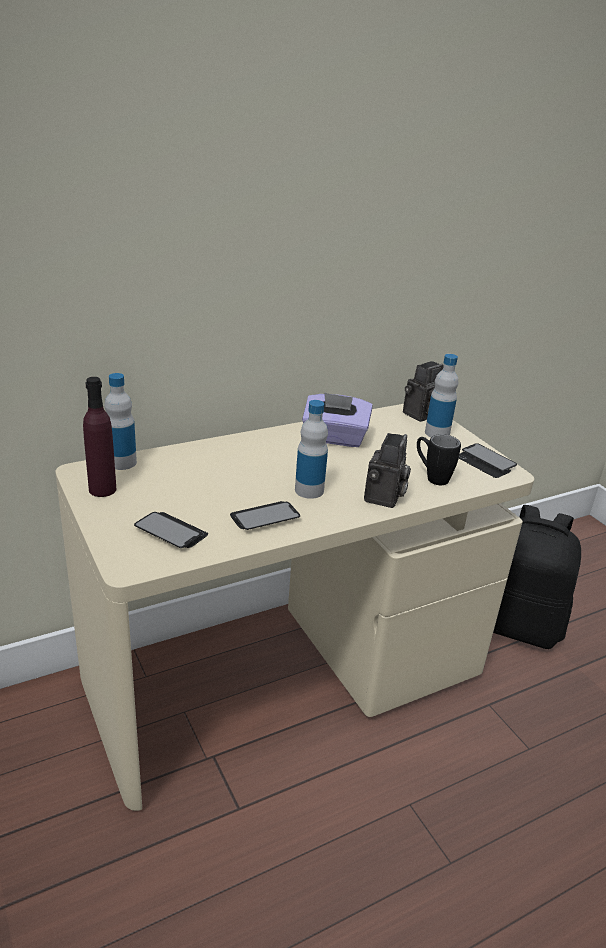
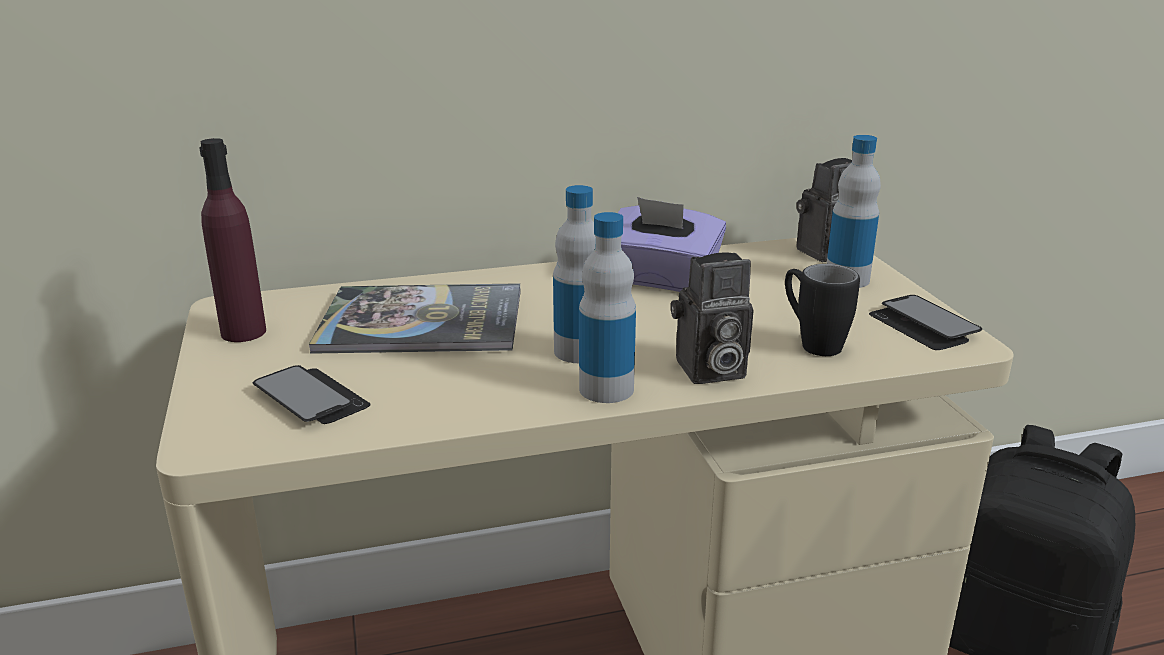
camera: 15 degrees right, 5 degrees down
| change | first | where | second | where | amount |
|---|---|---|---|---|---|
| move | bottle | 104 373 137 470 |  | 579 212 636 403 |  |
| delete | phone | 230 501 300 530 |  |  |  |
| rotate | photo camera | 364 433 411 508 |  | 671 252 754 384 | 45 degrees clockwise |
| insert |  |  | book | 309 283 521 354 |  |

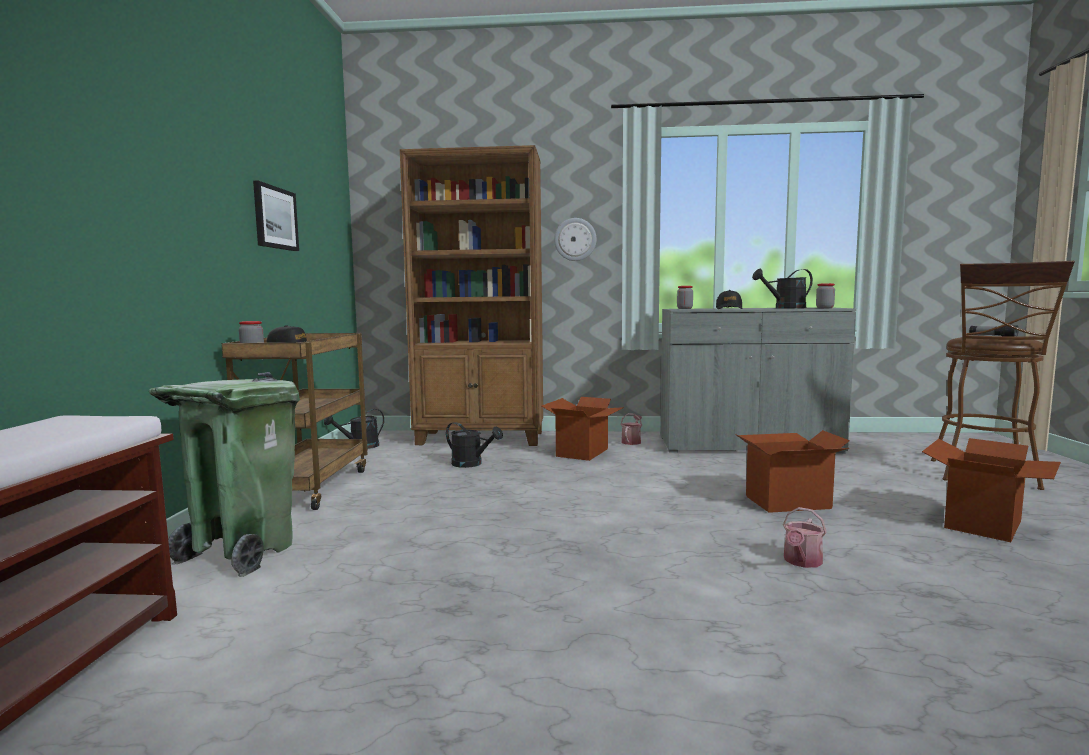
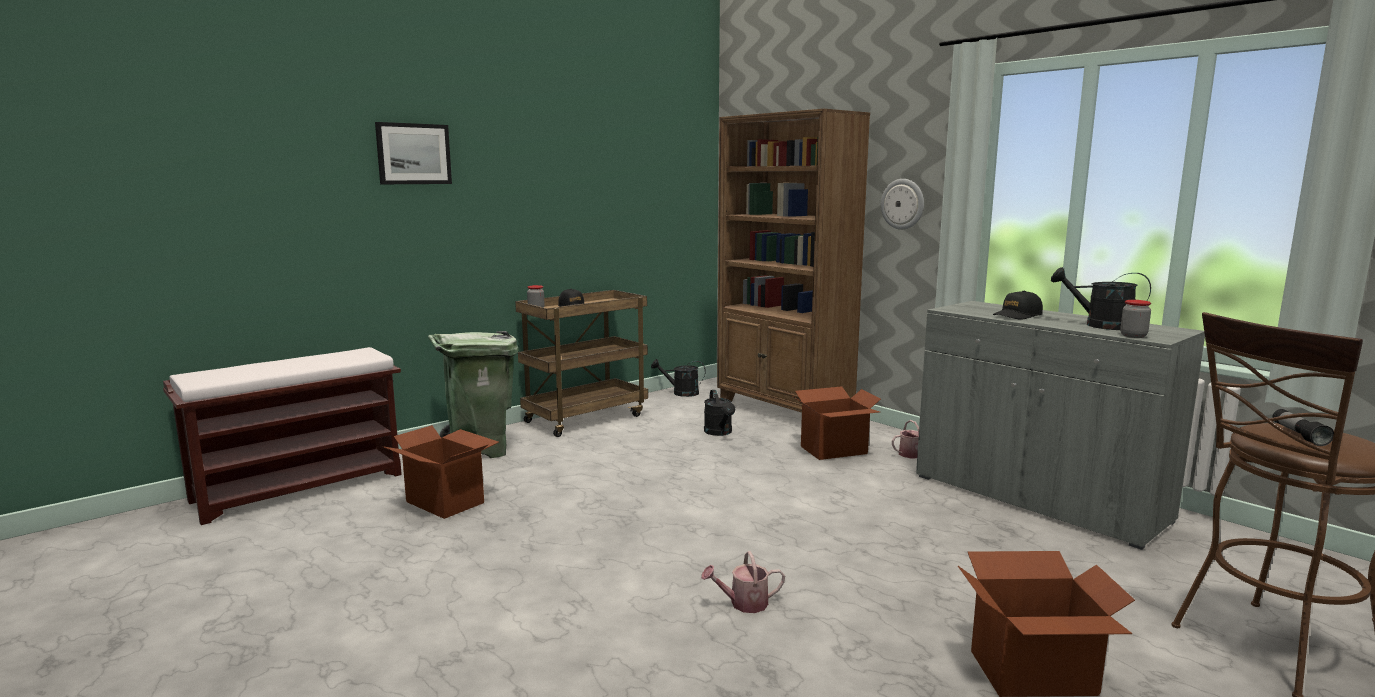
camera: 45 degrees right, 5 degrees up
| change | first | where | second | where | amount |
|---|---|---|---|---|---|
| move | picture | 253 181 299 251 |  | 375 122 452 184 |  |
| delete | jar | 677 286 693 309 |  |  |  |
| move | cardboard box | 735 430 850 513 |  | 382 425 499 519 |  |

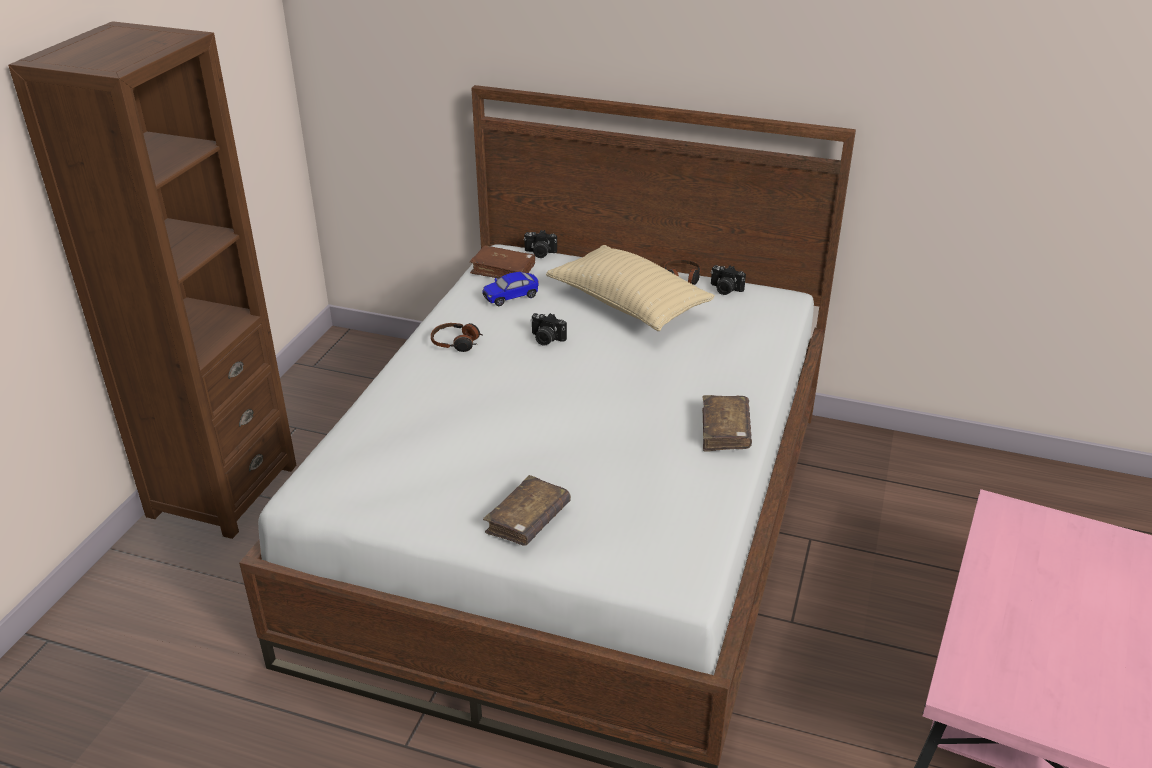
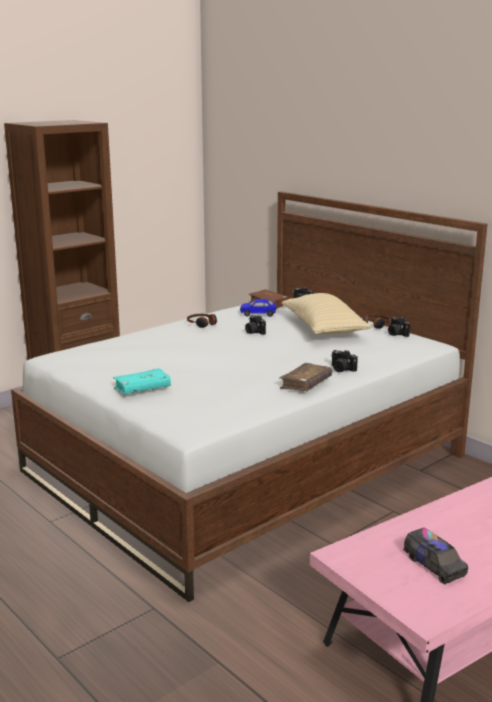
camera: 30 degrees right, 15 degrees down
| change | first | where | second | where | amount |
|---|---|---|---|---|---|
| recolor | book in brown | 483 475 571 546 | book in turquoise | 113 368 171 394 |  |
| insert |  |  | photo camera | 331 350 358 372 |  |
| insert |  |  | toy truck | 403 528 468 584 |  |

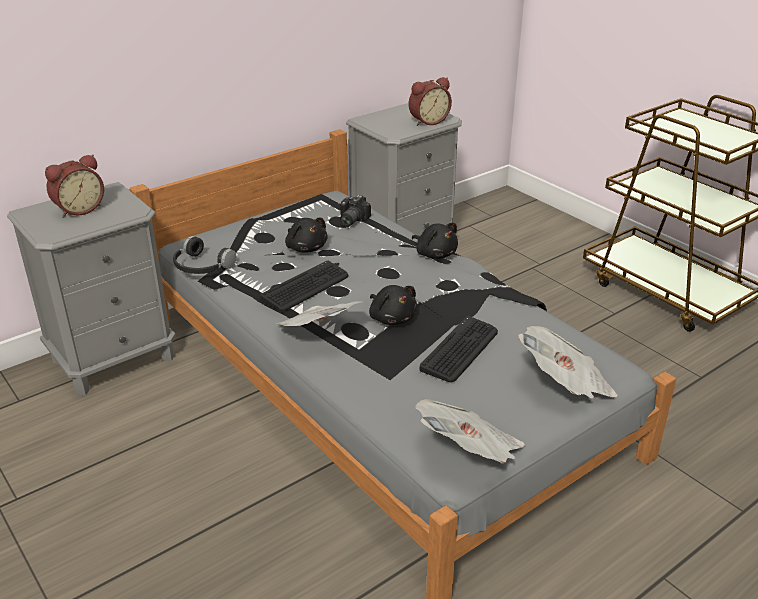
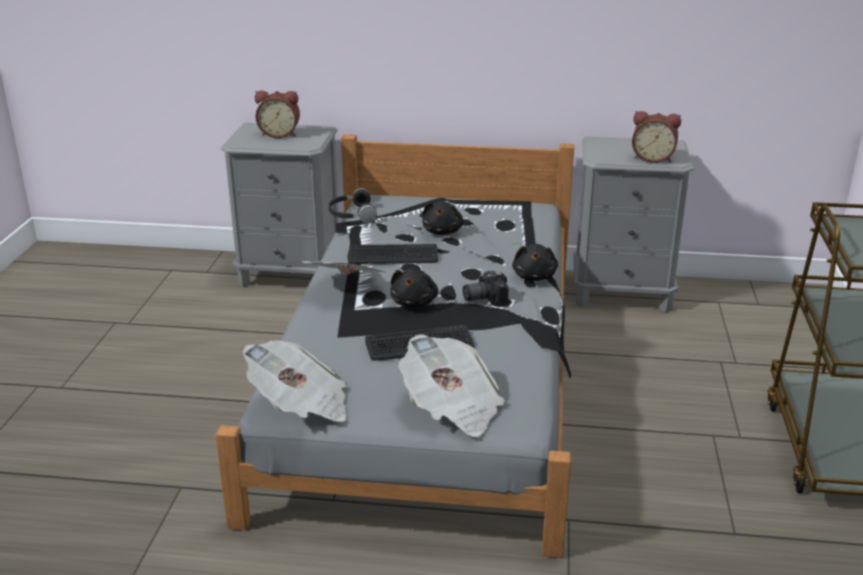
camera: 45 degrees right, 5 degrees down
| change | first | where | second | where | amount |
|---|---|---|---|---|---|
| move | photo camera | 340 195 371 227 |  | 463 271 508 303 |  |

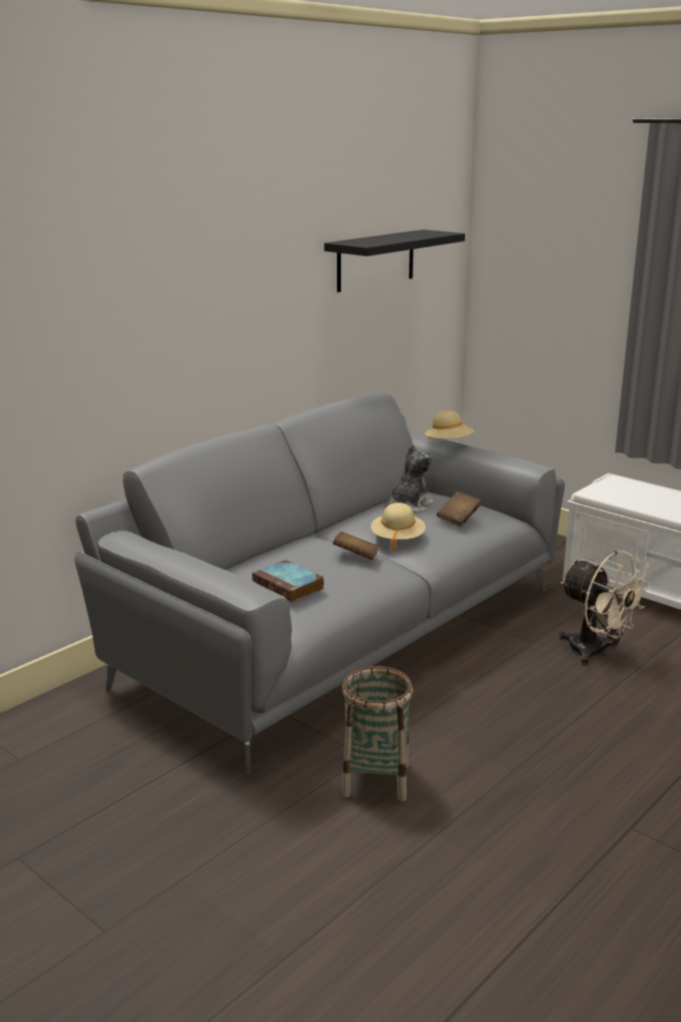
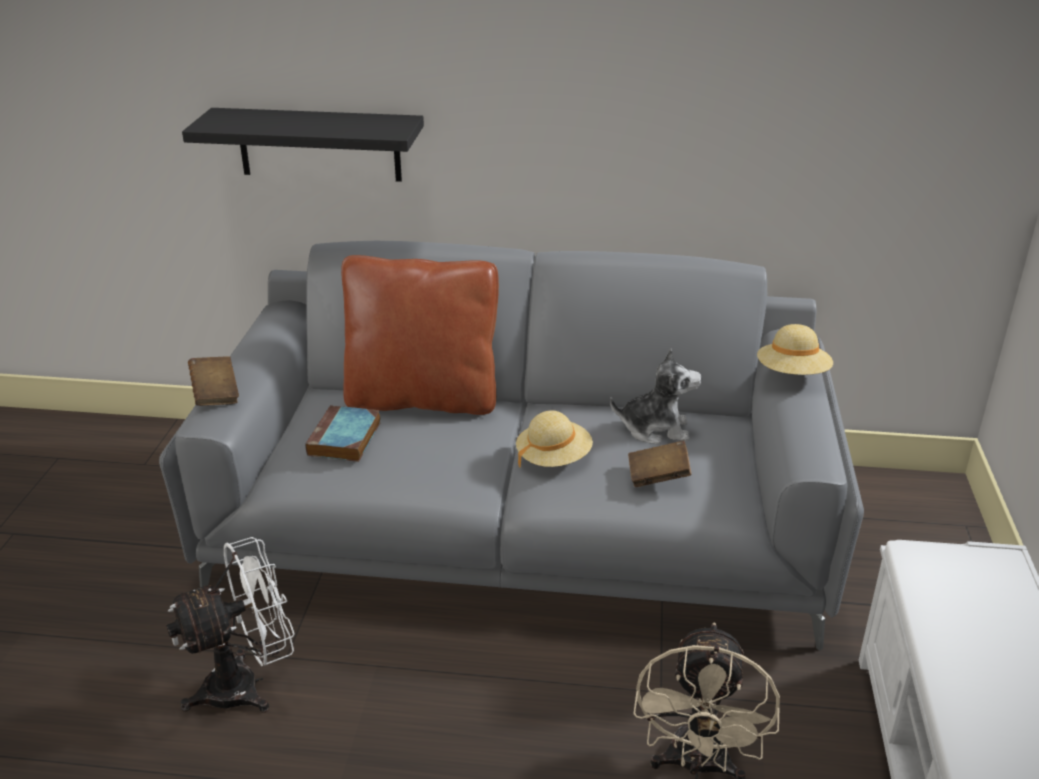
camera: 55 degrees right, 10 degrees up
| change | first | where | second | where | amount |
|---|---|---|---|---|---|
| move | shelf in black | 324 230 465 292 |  | 182 108 424 182 |  |
| move | book in brown | 333 531 380 560 |  | 188 356 239 406 |  |
| replace | basket | 341 666 413 801 | fan in white | 166 537 295 713 |  |
| insert |  |  | pillow in brown | 341 255 499 415 |  |

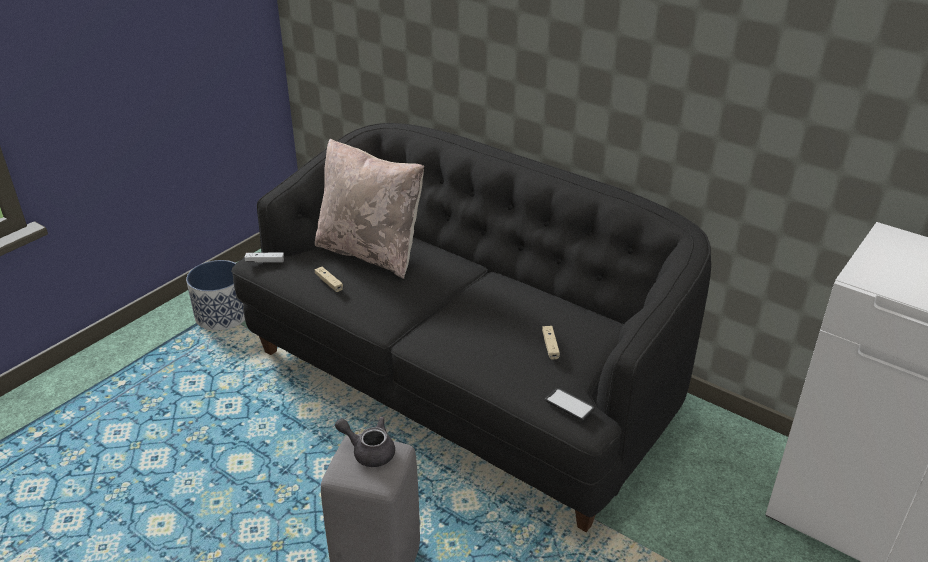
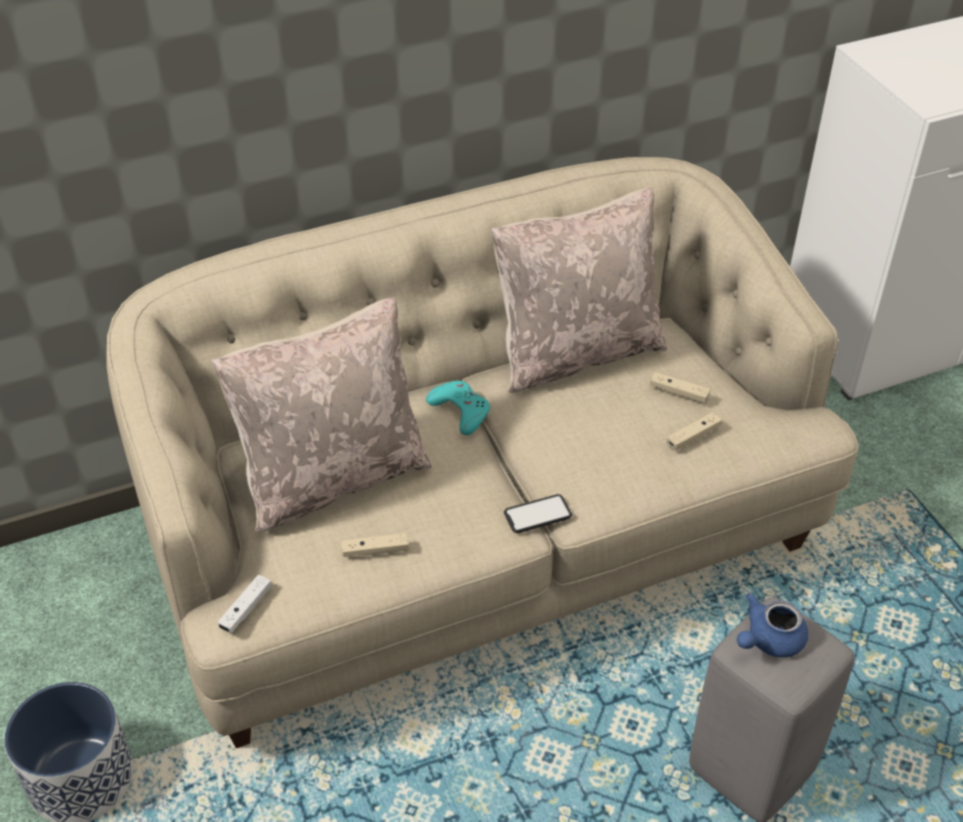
camera: 60 degrees left, 10 degrees up
| change | first | where | second | where | amount |
|---|---|---|---|---|---|
| recolor | sofa in black | 231 123 711 532 | sofa in beige | 106 157 859 748 |  |
| recolor | teapot in grey | 335 417 395 467 | teapot in blue | 737 593 808 658 |  |
| move | phone | 545 388 595 420 |  | 504 494 572 533 |  |
| insert |  |  | game controller in turquoise | 426 381 490 435 |  |
| insert |  |  | pillow in beige | 491 188 667 393 |  |
| insert |  |  | game controller in beige | 667 412 722 451 |  |

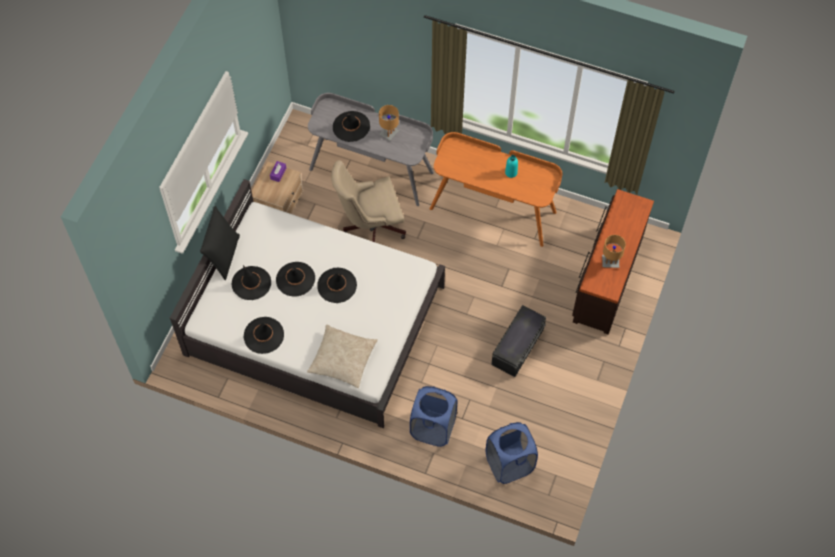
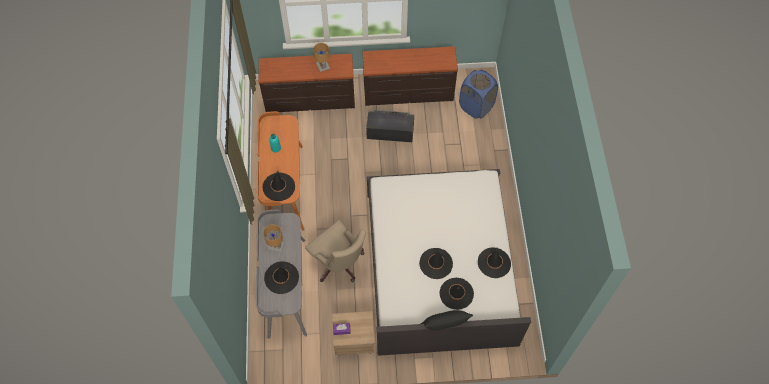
camera: 115 degrees left, 0 degrees up
| change | first | where | second | where | amount |
|---|---|---|---|---|---|
| delete | pillow in beige | 307 325 378 388 |  |  |  |
| move | hat in black | 317 267 357 303 |  | 263 170 295 201 |  |
| delete | laundry basket in blue | 410 386 457 447 |  |  |  |
| insert |  |  | dresser in brown | 362 46 458 106 |  |

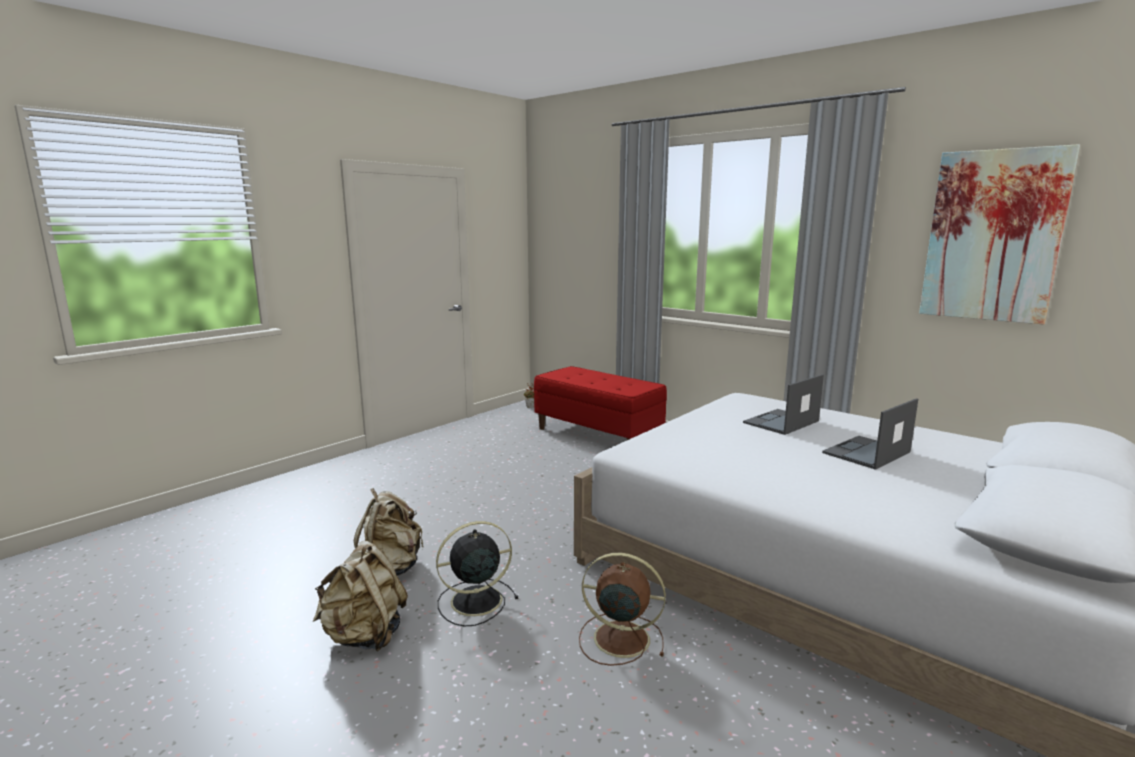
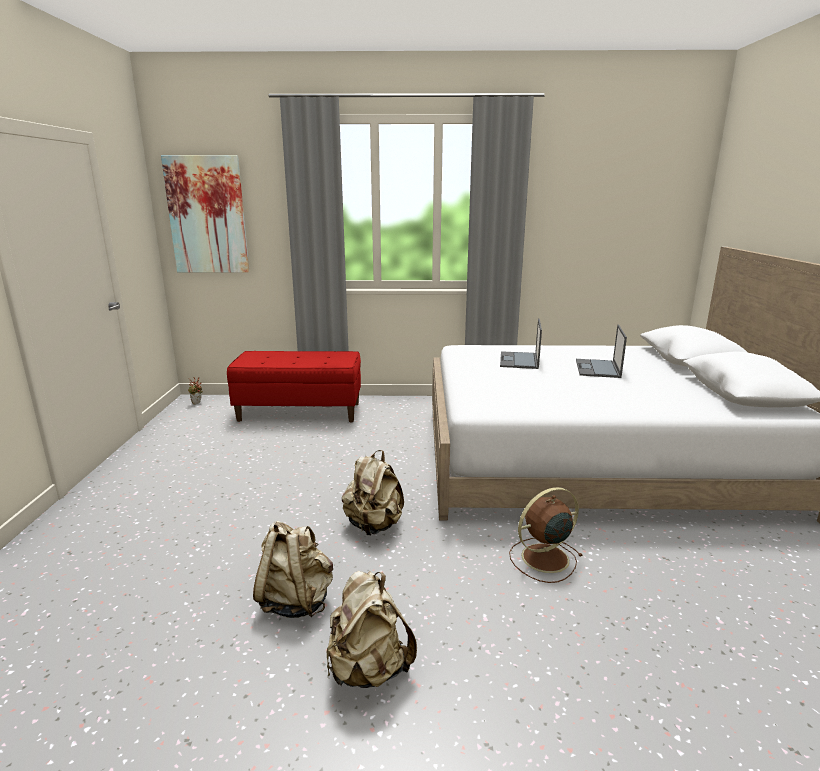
camera: 40 degrees left, 5 degrees up
| change | first | where | second | where | amount |
|---|---|---|---|---|---|
| delete | fan in black | 436 521 519 627 |  |  |  |
| move | picture | 919 144 1080 325 |  | 161 155 249 273 |  |
| insert |  |  | backpack in beige | 342 450 404 535 |  |

